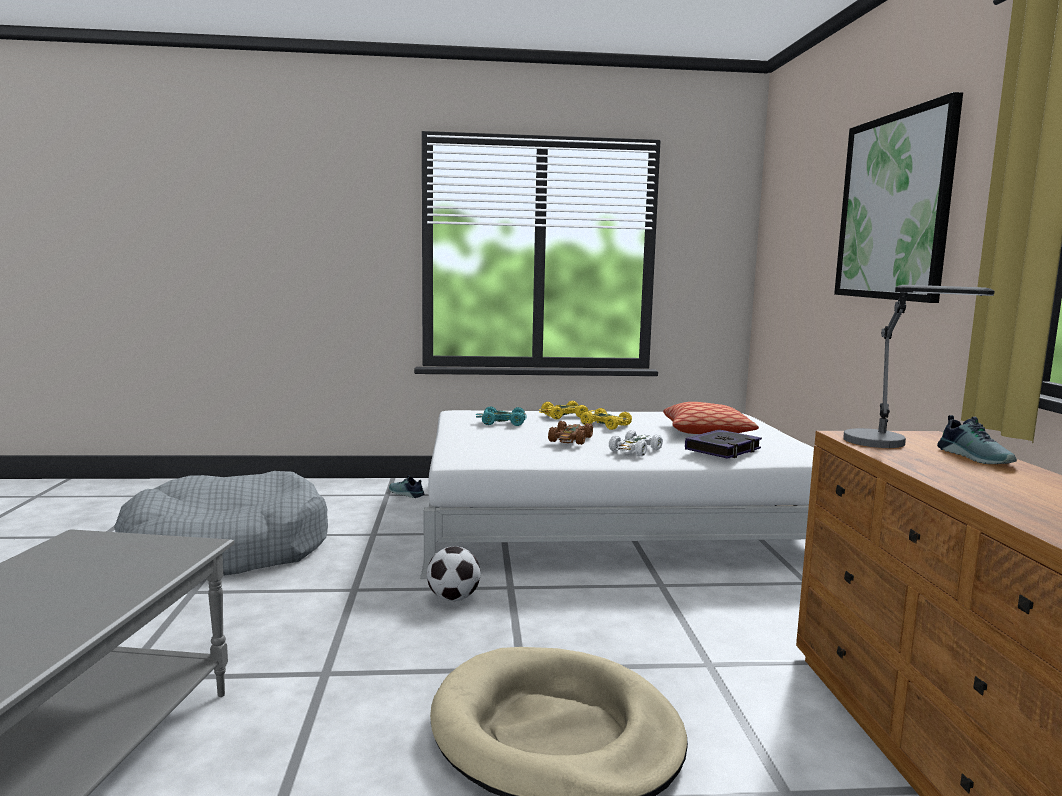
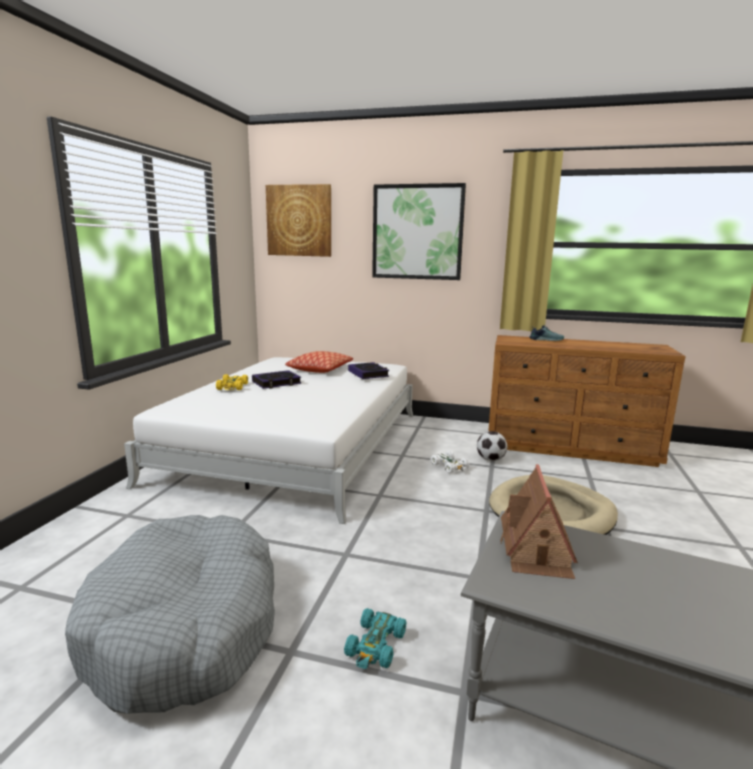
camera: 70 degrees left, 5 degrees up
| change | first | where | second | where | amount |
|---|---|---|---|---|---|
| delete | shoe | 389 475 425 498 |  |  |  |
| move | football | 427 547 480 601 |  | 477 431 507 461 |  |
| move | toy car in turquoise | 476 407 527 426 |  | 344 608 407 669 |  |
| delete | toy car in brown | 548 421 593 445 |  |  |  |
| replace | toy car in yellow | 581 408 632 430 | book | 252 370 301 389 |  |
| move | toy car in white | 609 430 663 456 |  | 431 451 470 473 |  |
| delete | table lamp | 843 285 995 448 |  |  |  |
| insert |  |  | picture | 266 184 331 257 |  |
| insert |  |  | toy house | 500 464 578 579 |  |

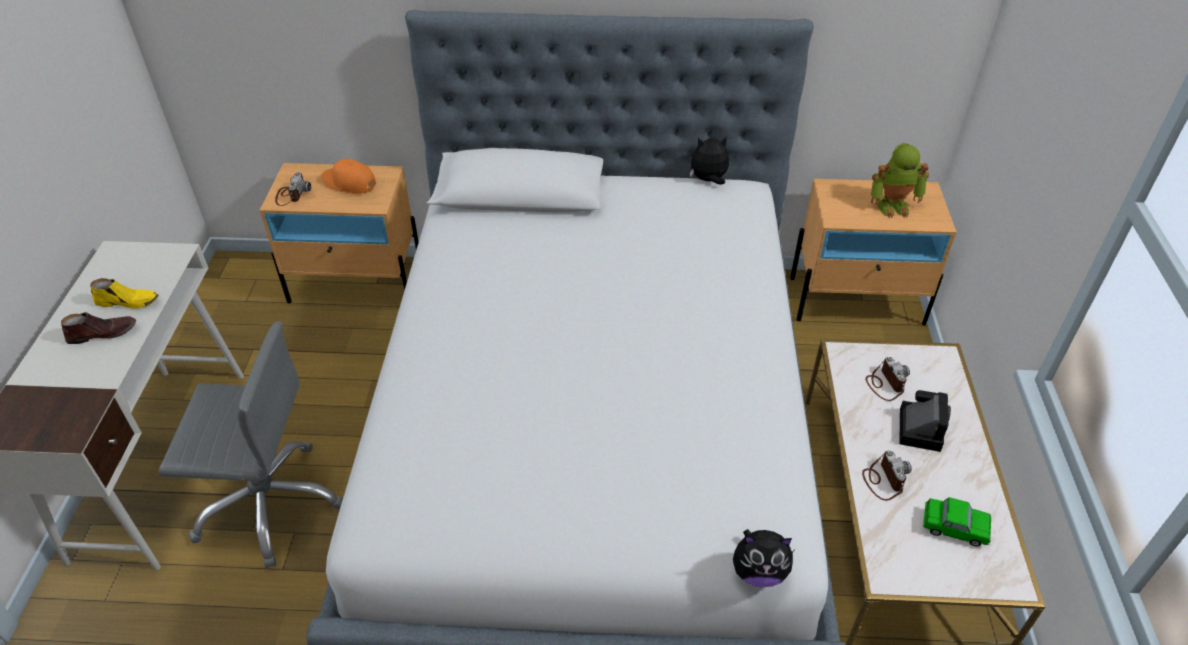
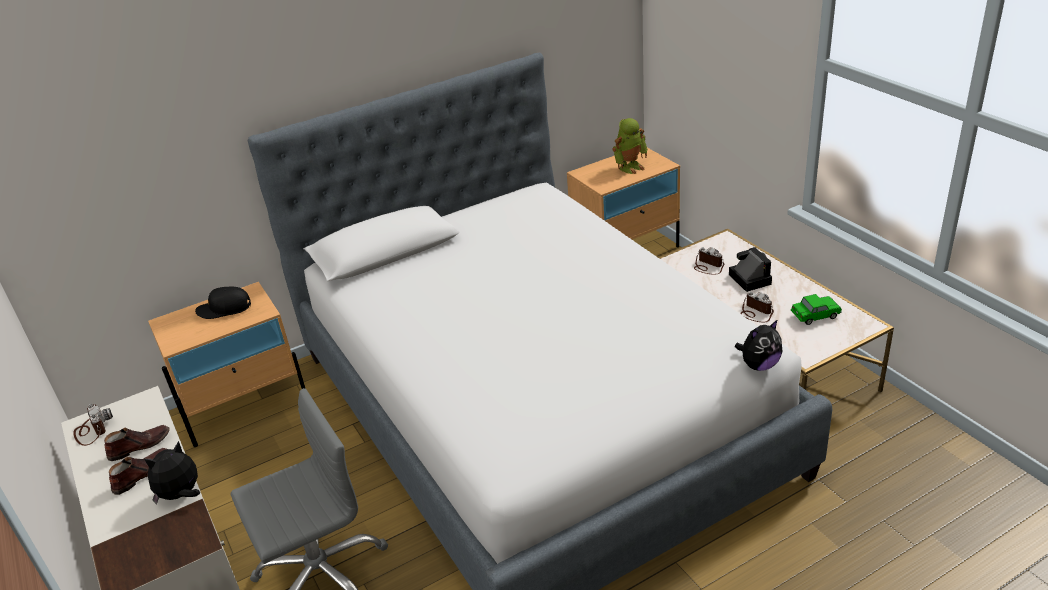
camera: 30 degrees left, 10 degrees down
| change | first | where | second | where | amount |
|---|---|---|---|---|---|
| recolor | shoe in yellow | 90 278 158 309 | shoe in brown | 104 425 170 461 |  |
| move | photo camera | 275 172 311 206 |  | 73 404 113 446 |  |
| recolor | cap in orange | 321 159 376 194 | cap in black | 195 287 251 319 |  |
| move | plush toy | 690 136 729 185 |  | 145 441 200 505 |  |

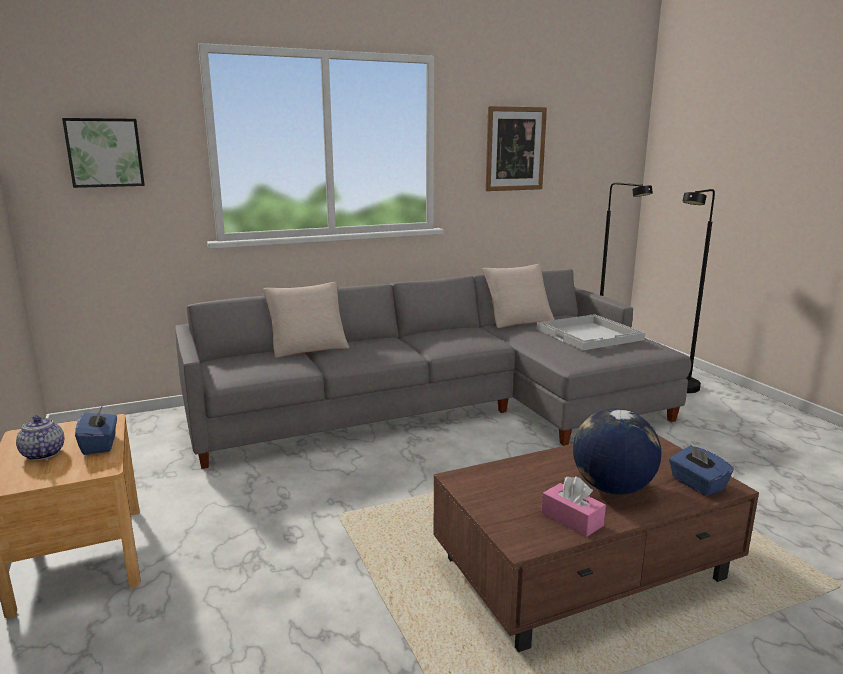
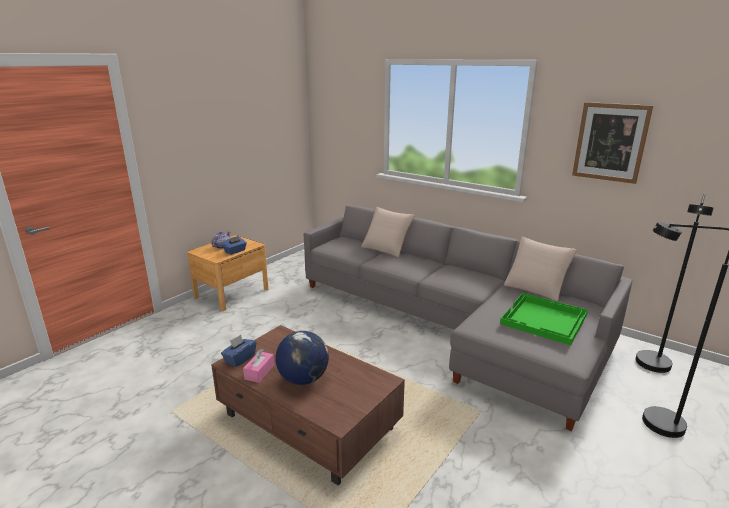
camera: 60 degrees right, 5 degrees up
| change | first | where | second | where | amount |
|---|---|---|---|---|---|
| delete | picture | 62 118 145 188 |  |  |  |
| recolor | tray in white | 536 314 645 350 | tray in green | 500 293 588 345 |  |
| move | tissue box in blue | 669 444 734 496 |  | 221 335 257 367 |  |

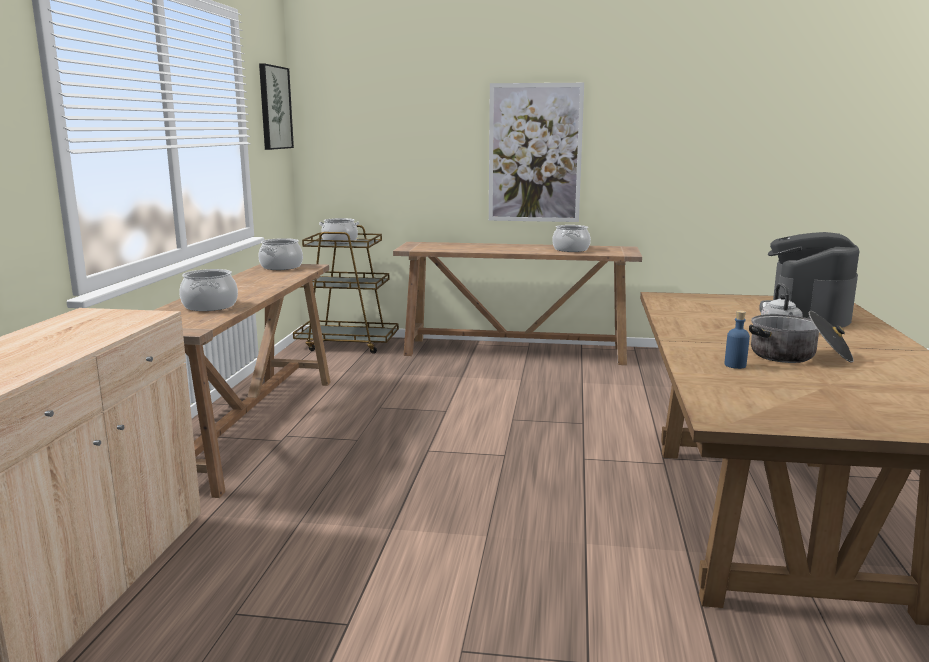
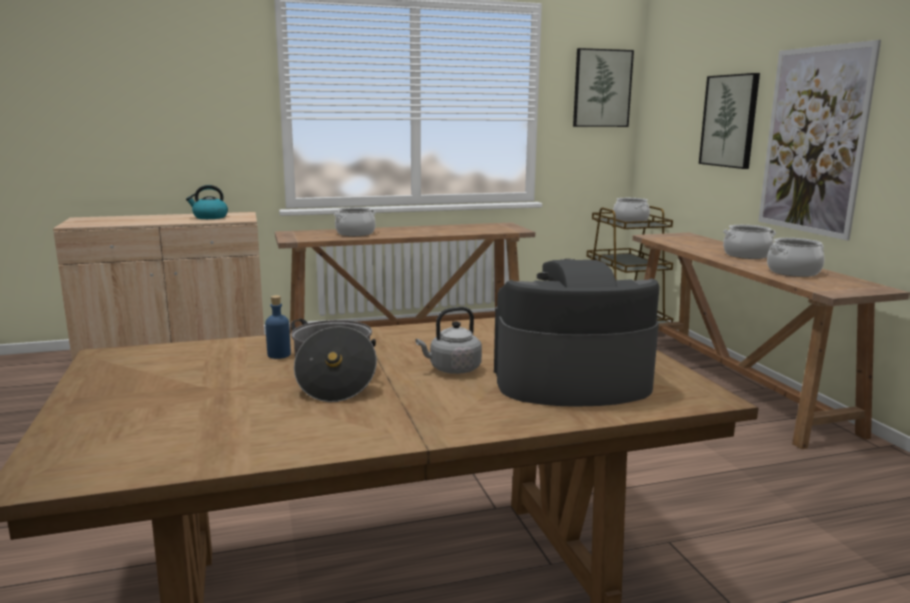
camera: 65 degrees right, 0 degrees up
| change | first | where | second | where | amount |
|---|---|---|---|---|---|
| move | cooking pot | 258 238 303 270 |  | 723 225 776 259 |  |
| insert |  |  | kettle | 186 185 228 219 |  |
| insert |  |  | picture | 699 73 760 169 |  |

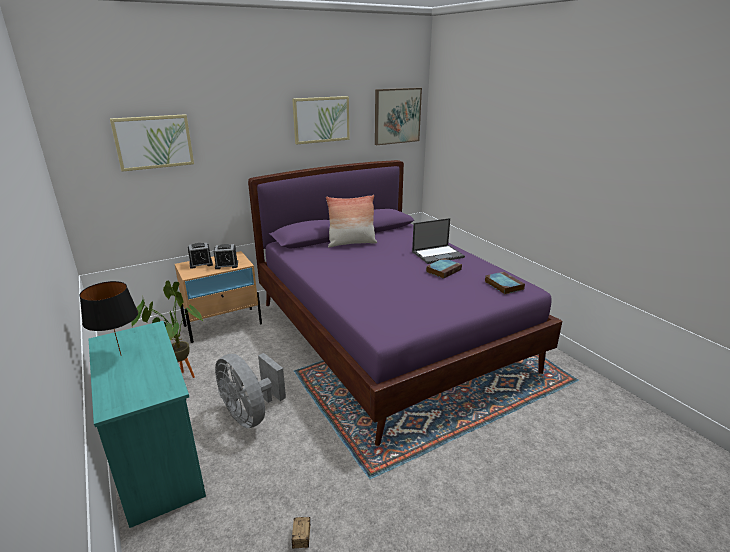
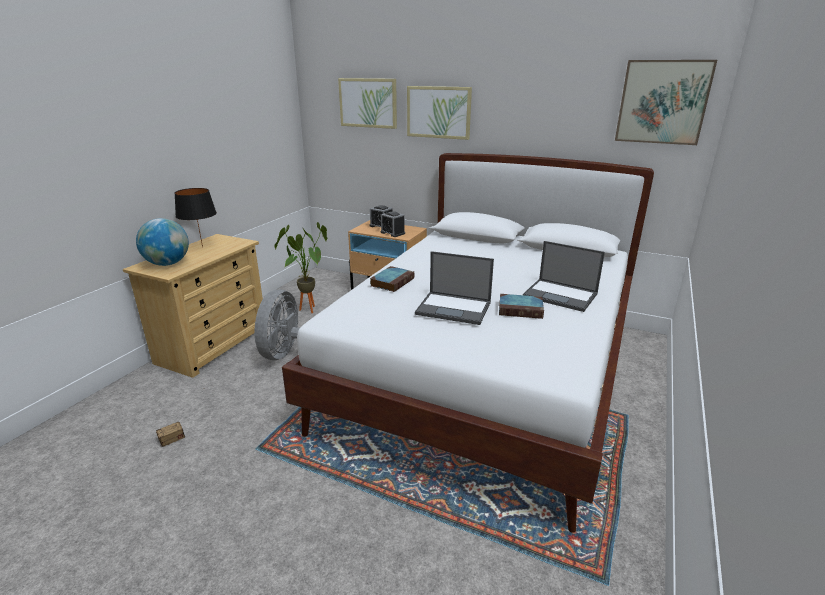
camera: 55 degrees right, 0 degrees up
| change | first | where | second | where | amount |
|---|---|---|---|---|---|
| recolor | dresser in turquoise | 89 321 206 528 | dresser in beige | 123 234 263 378 |  |
| recolor | bed in purple | 248 160 562 446 | bed in white | 282 153 654 533 |  |
| move | picture | 292 96 349 145 |  | 407 86 472 140 |  |
| delete | pillow | 326 195 377 247 |  |  |  |
| move | book | 484 272 525 294 |  | 370 266 414 292 |  |
| insert |  |  | globe | 136 218 189 266 |  |
| insert |  |  | laptop | 415 251 494 325 |  |

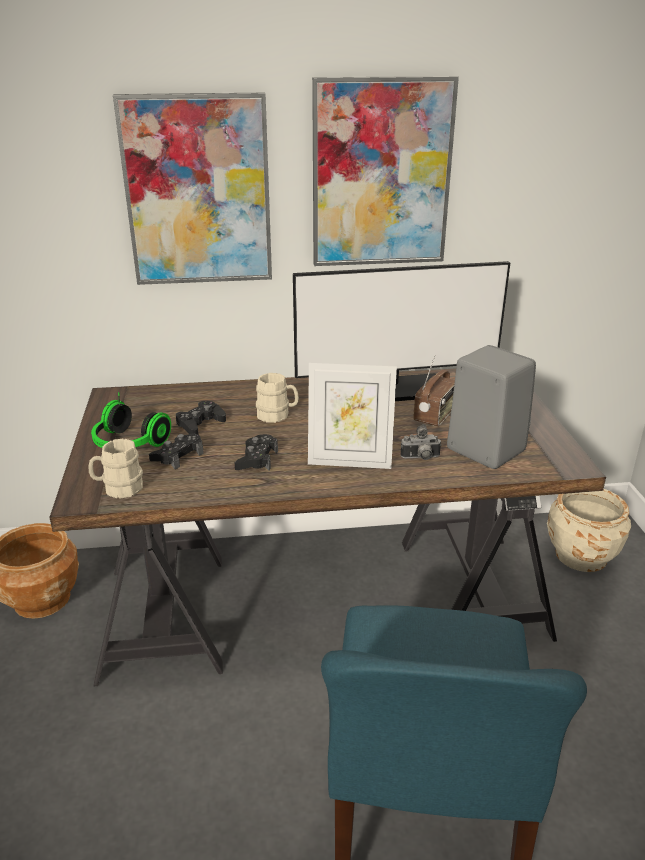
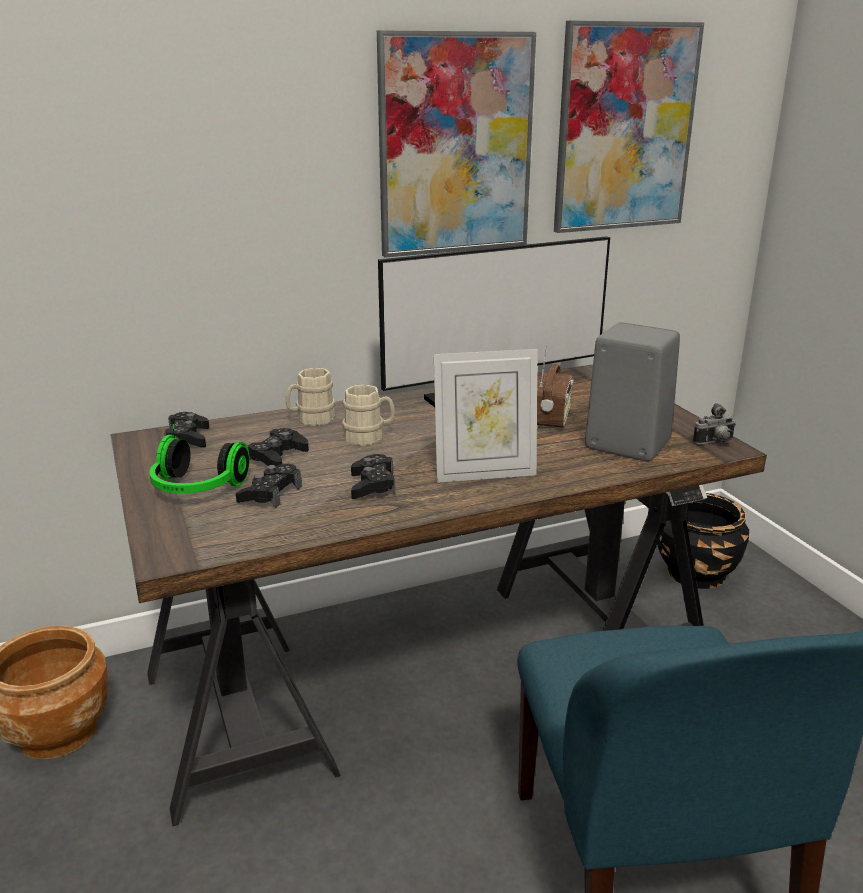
camera: 15 degrees left, 5 degrees down
| change | first | where | second | where | amount |
|---|---|---|---|---|---|
| move | mug in beige | 88 439 143 498 |  | 285 368 335 426 |  |
| move | picture | 113 93 272 285 |  | 554 21 704 233 |  |
| move | photo camera | 400 424 442 460 |  | 693 403 736 445 |  |
| recolor | planter in beige | 547 489 631 572 | planter in black | 657 493 749 589 |  |
| insert |  |  | game controller in black | 164 412 209 447 |  |

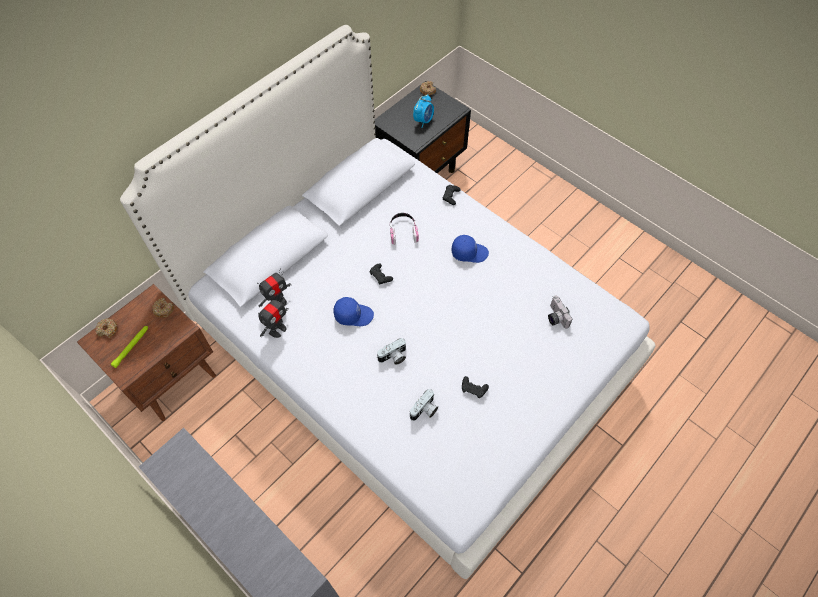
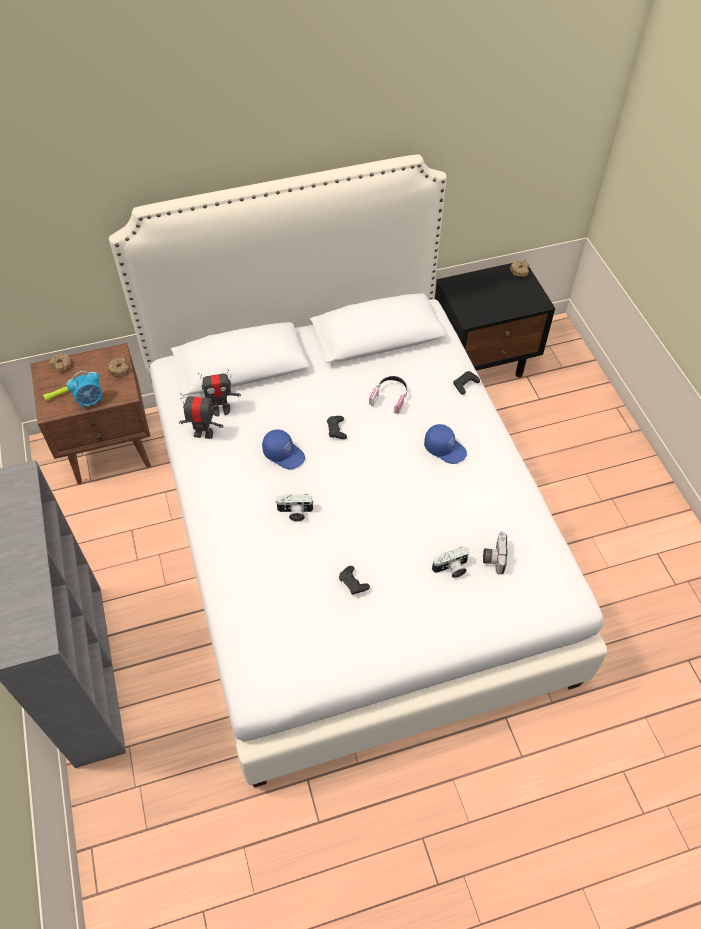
camera: 30 degrees right, 5 degrees down
| change | first | where | second | where | amount |
|---|---|---|---|---|---|
| rotate | toy robot | 258 294 289 338 |  | 179 393 223 439 | 150 degrees counterclockwise |
| move | photo camera | 410 389 438 421 |  | 432 546 469 578 |  |
| move | alarm clock | 413 94 434 128 |  | 66 371 103 409 |  |

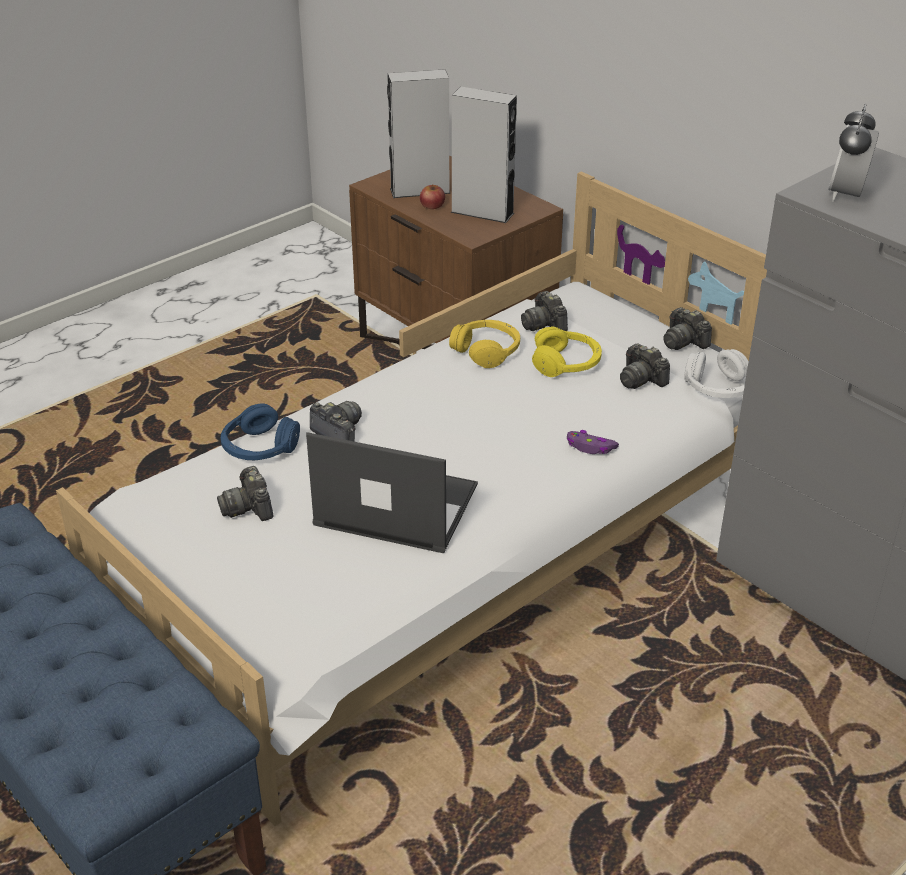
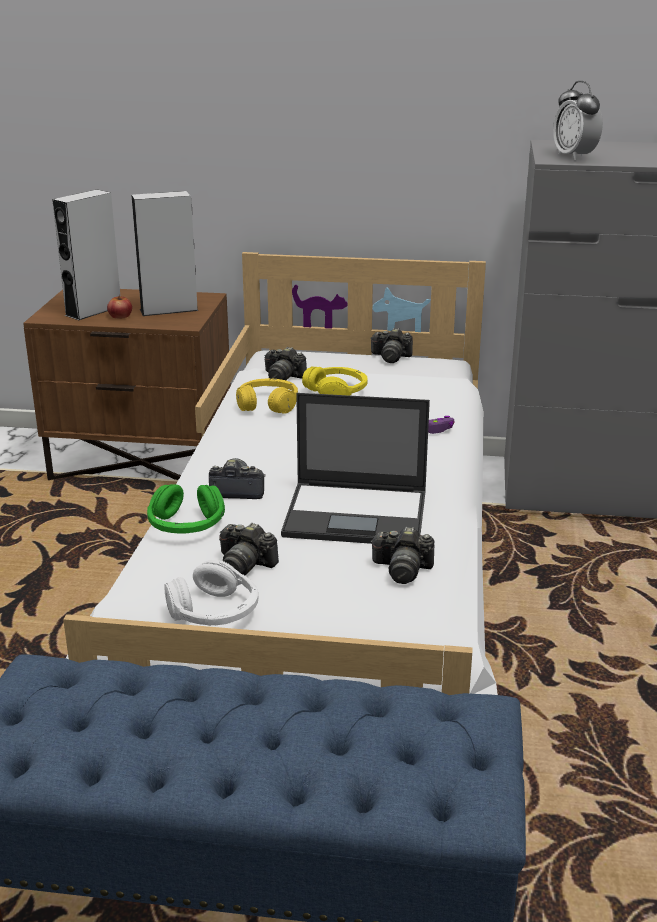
camera: 40 degrees left, 10 degrees down
| change | first | where | second | where | amount |
|---|---|---|---|---|---|
| recolor | headphones in blue | 221 403 300 460 | headphones in green | 147 484 225 533 |  |
| rotate | laptop | 306 432 478 553 |  | 281 393 430 544 | 150 degrees counterclockwise |
| move | photo camera | 620 343 670 389 |  | 371 527 435 584 |  |
| move | headphones in white | 684 349 749 398 |  | 164 560 258 625 |  |

